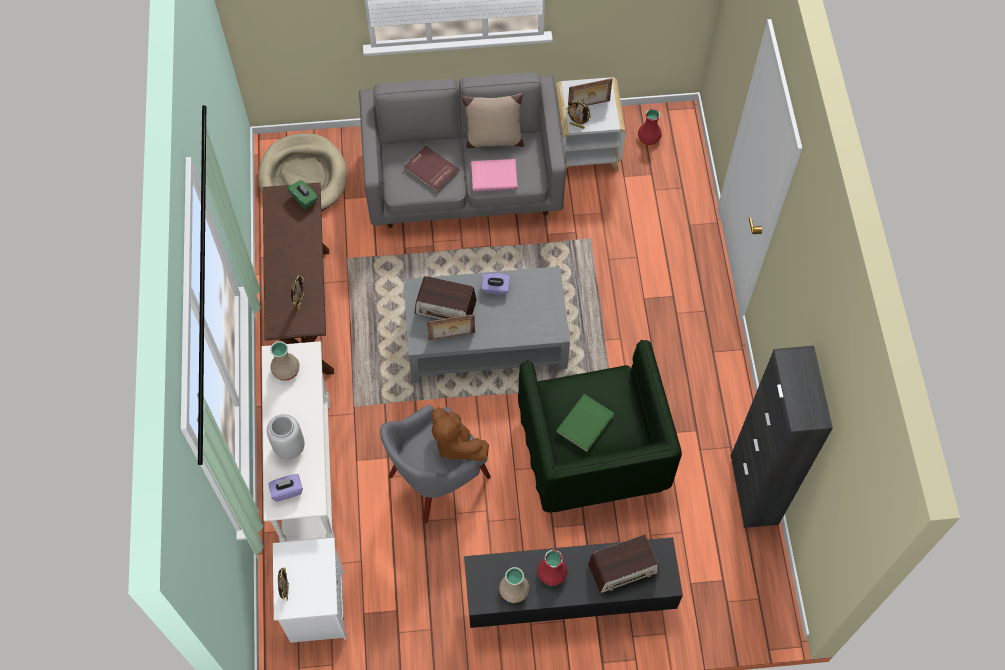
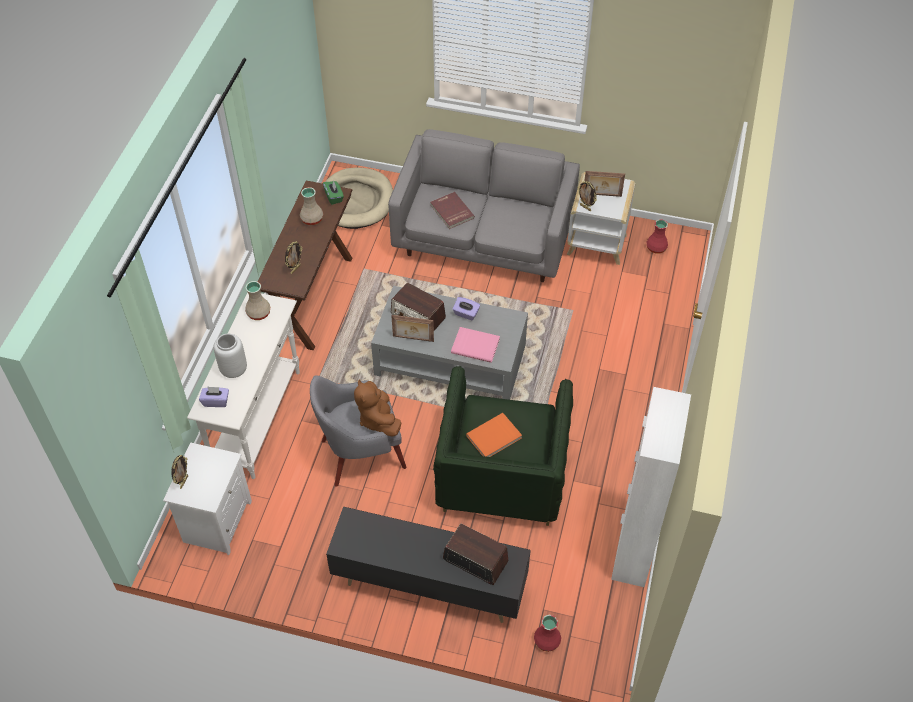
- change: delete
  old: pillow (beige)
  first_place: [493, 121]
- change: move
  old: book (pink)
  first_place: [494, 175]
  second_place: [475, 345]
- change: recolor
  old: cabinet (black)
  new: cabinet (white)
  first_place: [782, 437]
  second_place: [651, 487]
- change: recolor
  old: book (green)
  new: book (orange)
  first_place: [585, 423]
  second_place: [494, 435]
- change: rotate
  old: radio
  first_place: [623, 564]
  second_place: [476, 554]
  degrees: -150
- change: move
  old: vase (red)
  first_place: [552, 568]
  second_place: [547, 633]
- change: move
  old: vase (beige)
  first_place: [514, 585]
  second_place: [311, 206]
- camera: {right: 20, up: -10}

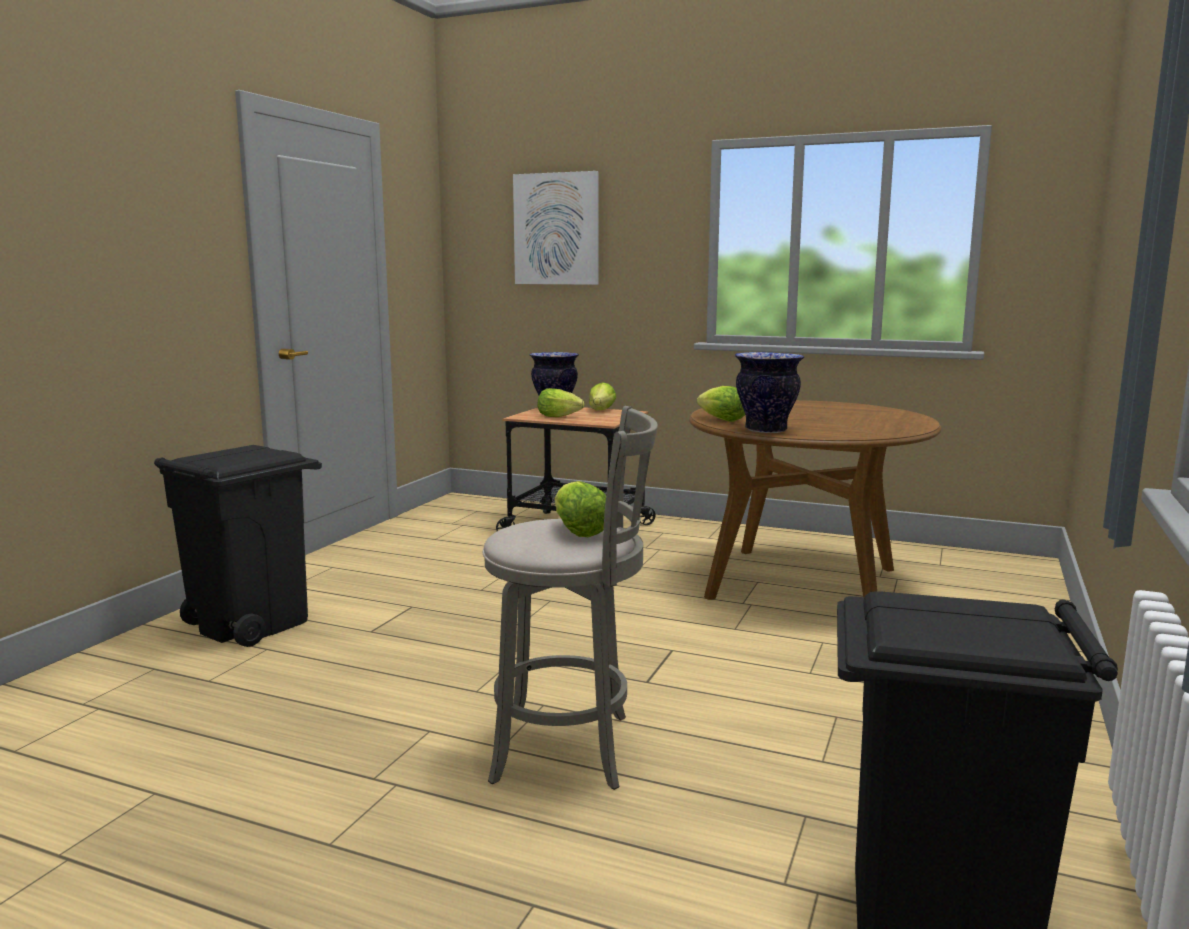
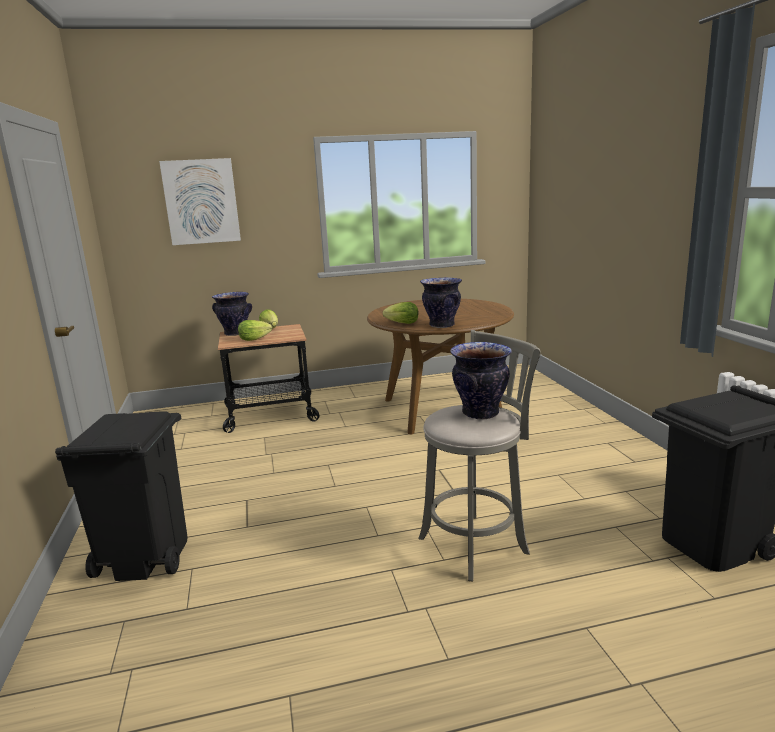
- change: replace
  old: lettuce
  new: vase
  first_place: [580, 509]
  second_place: [481, 380]
- camera: {right: -35, up: 5}

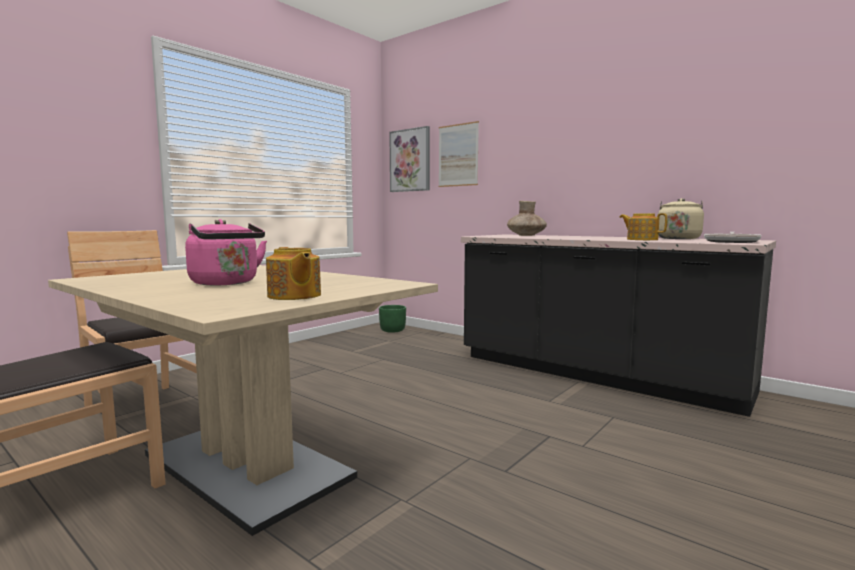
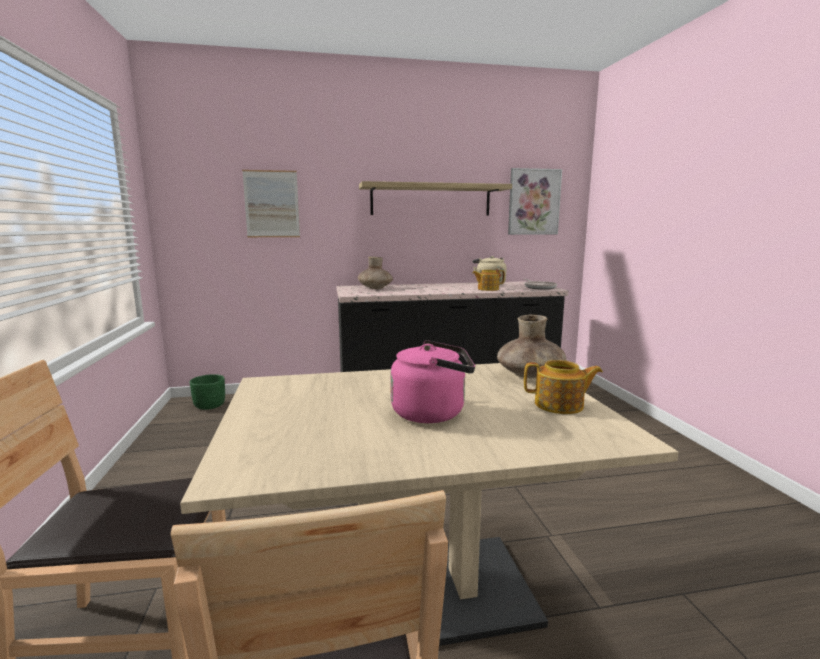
- change: move
  old: picture
  first_place: [409, 159]
  second_place: [535, 201]
- change: insert
  new: shelf
  second_place: [435, 198]
- change: insert
  new: vase (brown)
  second_place: [531, 347]
- camera: {right: -50, up: 5}

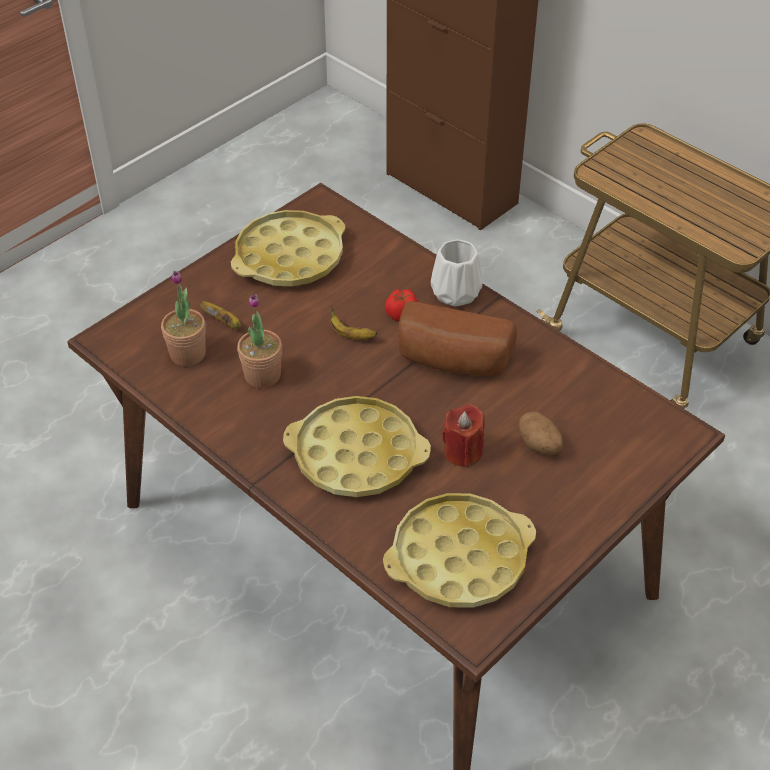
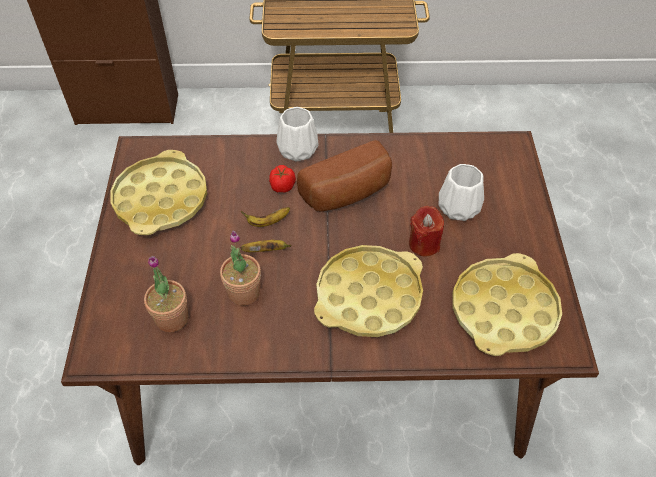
- change: move
  old: banana
  first_place: [220, 315]
  second_place: [266, 246]
- change: replace
  old: potato
  new: vase (white)
  first_place: [541, 433]
  second_place: [461, 192]
- camera: {right: -45, up: 5}

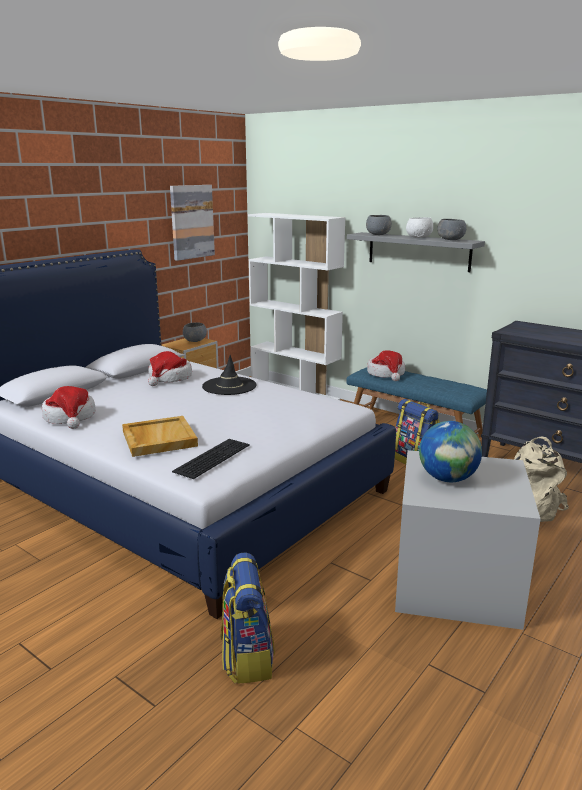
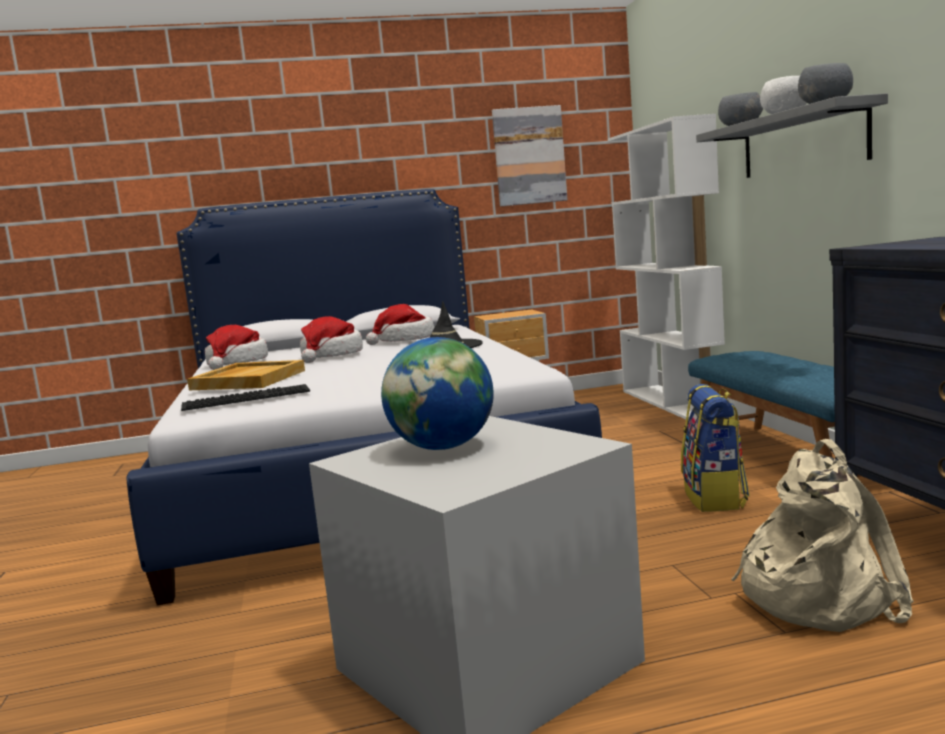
- change: delete
  old: bowl (grey)
  first_place: [195, 332]
- change: move
  old: hat
  first_place: [386, 365]
  second_place: [331, 339]
- change: delete
  old: backpack
  first_place: [248, 618]
- camera: {right: 40, up: -10}

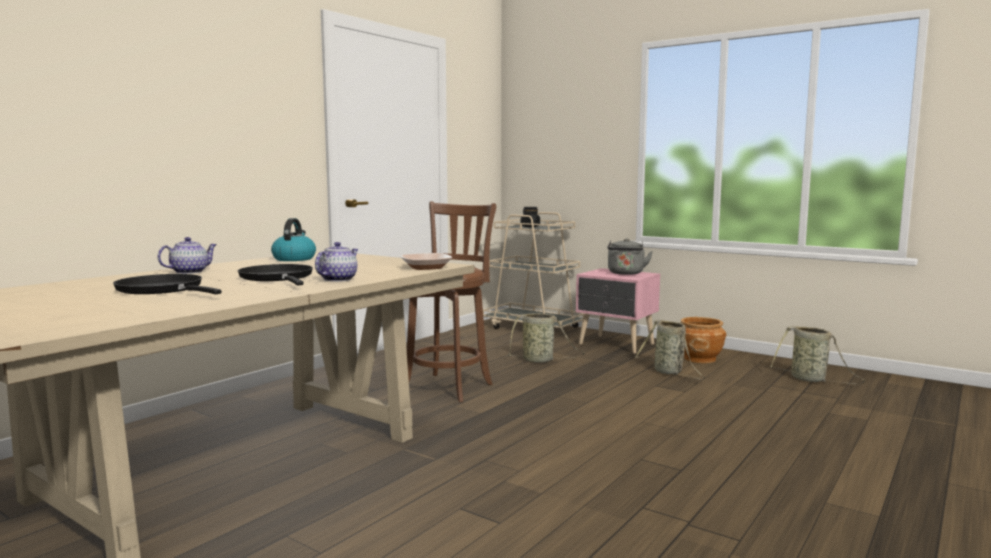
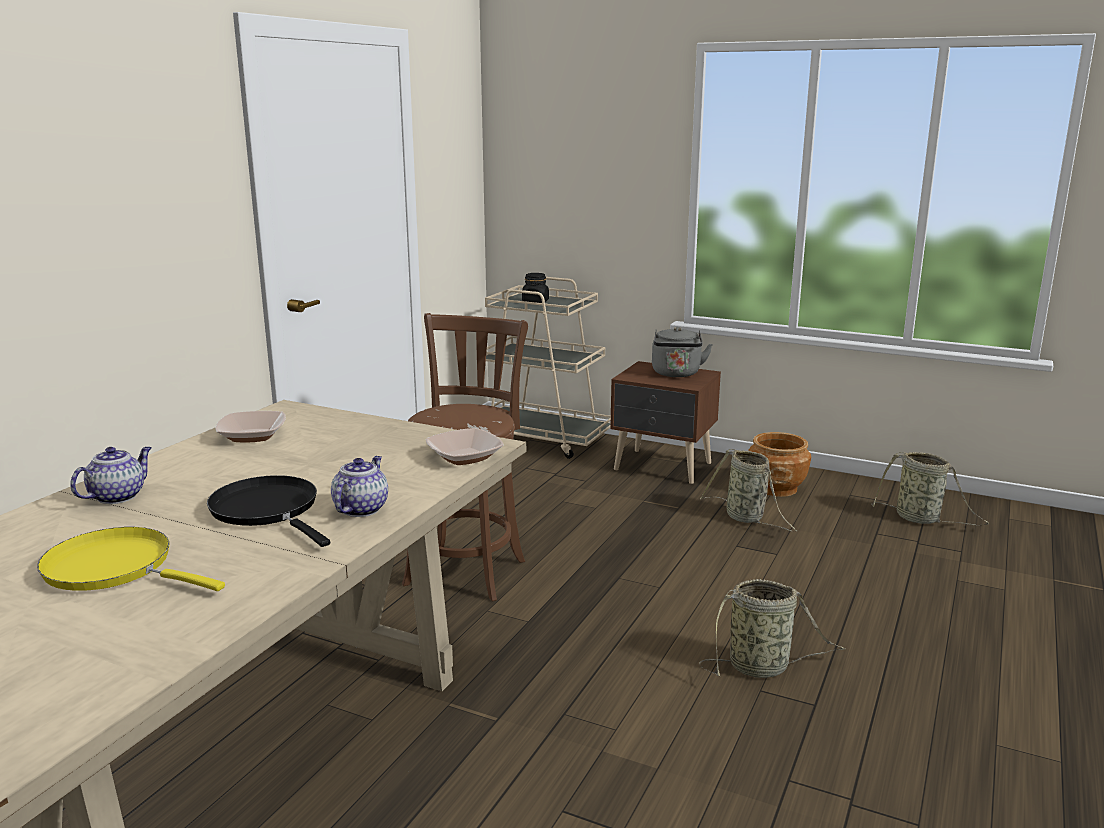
- change: replace
  old: kettle
  new: bowl
  first_place: [293, 239]
  second_place: [250, 427]
- change: recolor
  old: nightstand (pink)
  new: nightstand (brown)
  first_place: [618, 311]
  second_place: [665, 422]
- change: recolor
  old: frying pan (black)
  new: frying pan (yellow)
  first_place: [167, 284]
  second_place: [131, 559]
- change: move
  old: basket
  first_place: [546, 338]
  second_place: [772, 628]
- camera: {right: -10, up: 10}

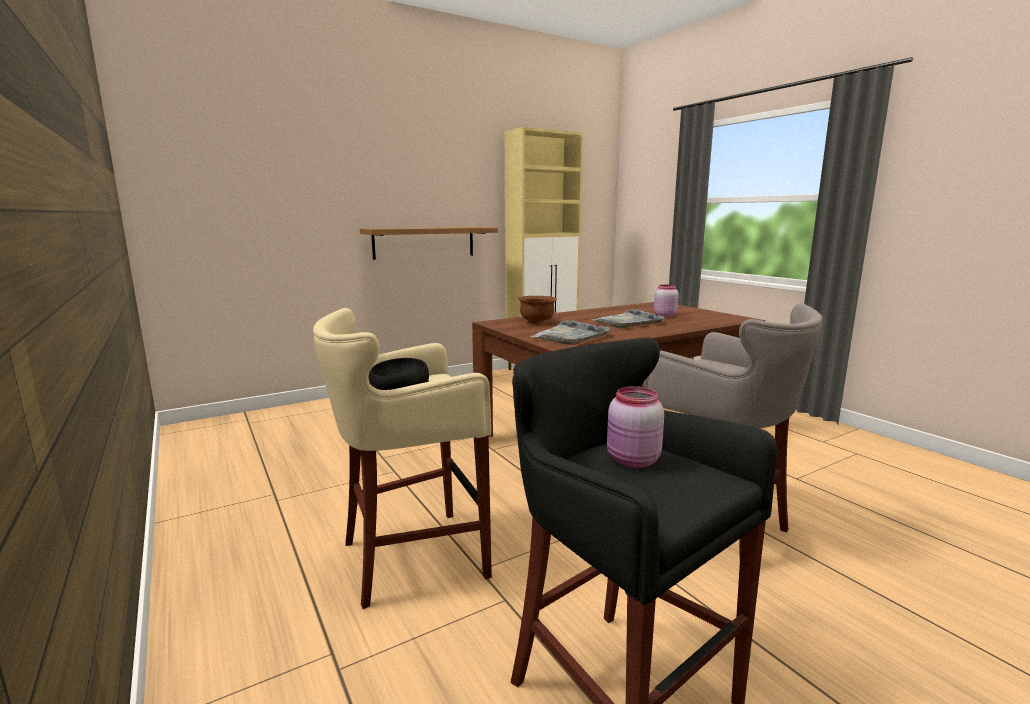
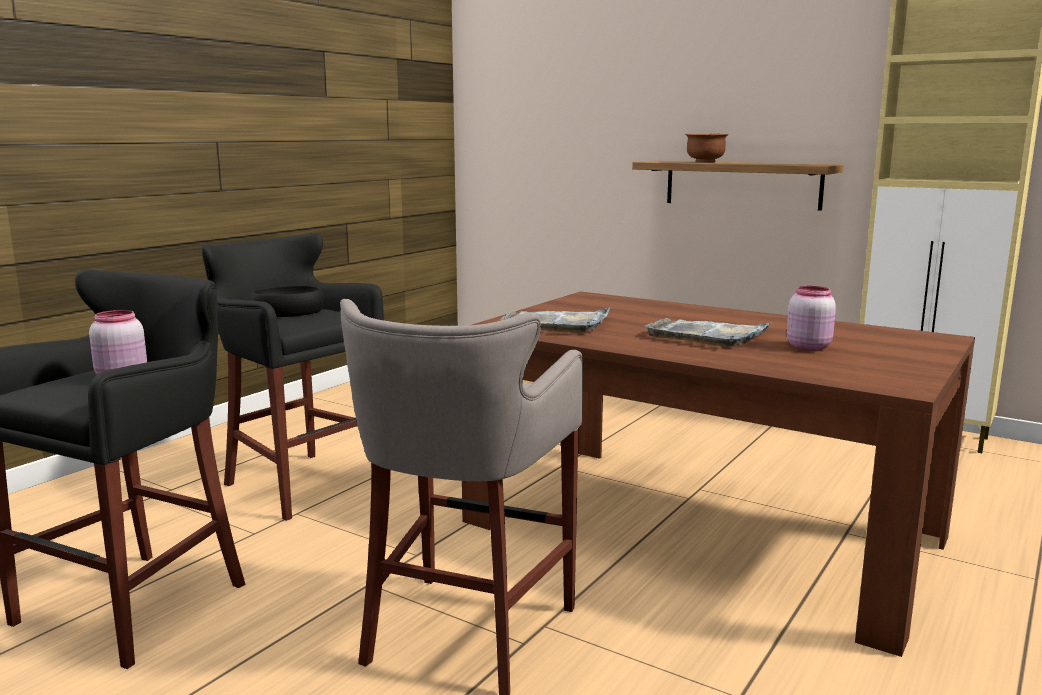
- change: move
  old: bowl (brown)
  first_place: [537, 310]
  second_place: [707, 148]
- change: recolor
  old: stool (beige)
  new: stool (black)
  first_place: [402, 458]
  second_place: [292, 377]
- camera: {right: 65, up: 0}

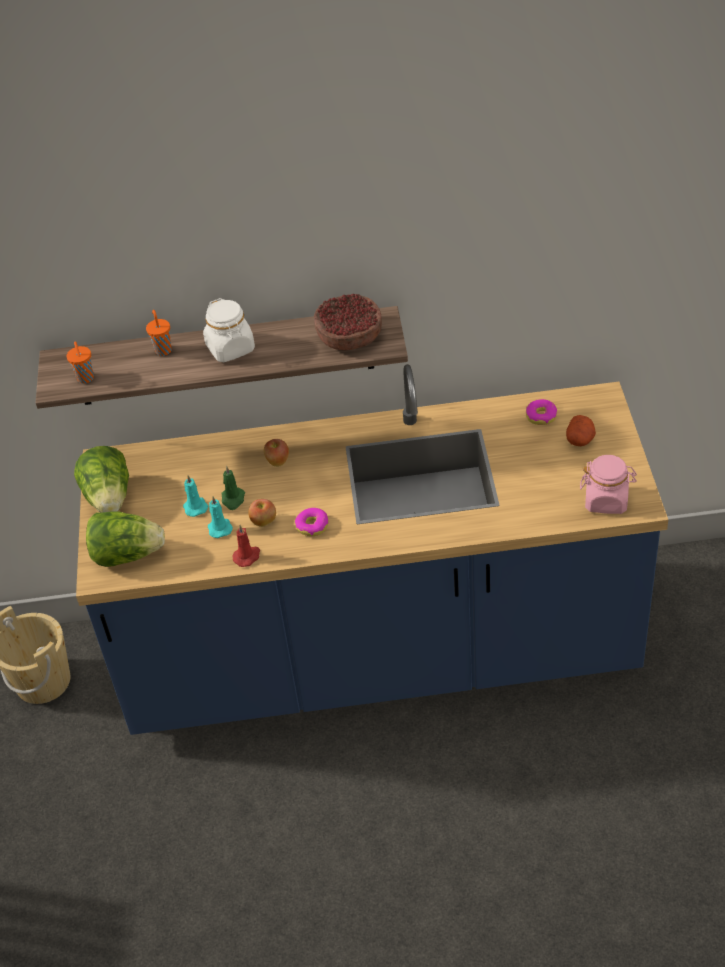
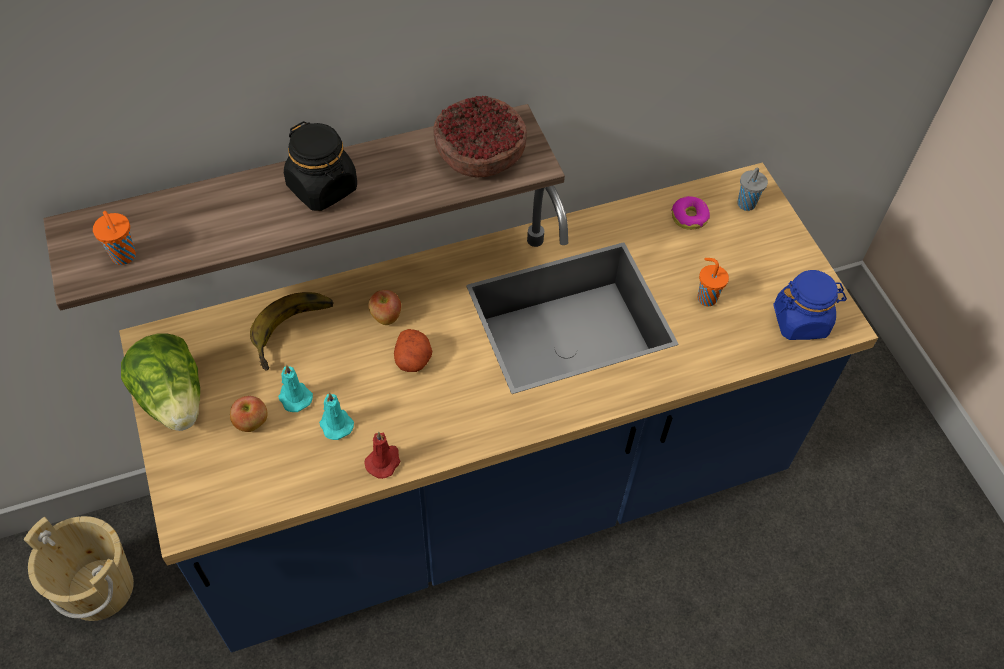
- change: recolor
  old: jar (white)
  new: jar (black)
  first_place: [229, 330]
  second_place: [320, 166]
- change: move
  old: cup (orange)
  first_place: [159, 333]
  second_place: [713, 282]
- change: move
  old: potato
  first_place: [581, 430]
  second_place: [413, 350]
- change: recolor
  old: jar (pink)
  new: jar (blue)
  first_place: [608, 484]
  second_place: [810, 305]
- change: delete
  old: candle (green)
  first_place: [233, 488]
- change: move
  old: apple
  first_place: [262, 513]
  second_place: [248, 414]
- change: delete
  old: donut
  first_place: [311, 522]
- change: delete
  old: lettuce
  first_place: [125, 539]
- change: insert
  new: cup (grey)
  second_place: [752, 189]
- change: insert
  new: banana
  second_place: [292, 331]
- camera: {right: -20, up: 10}

